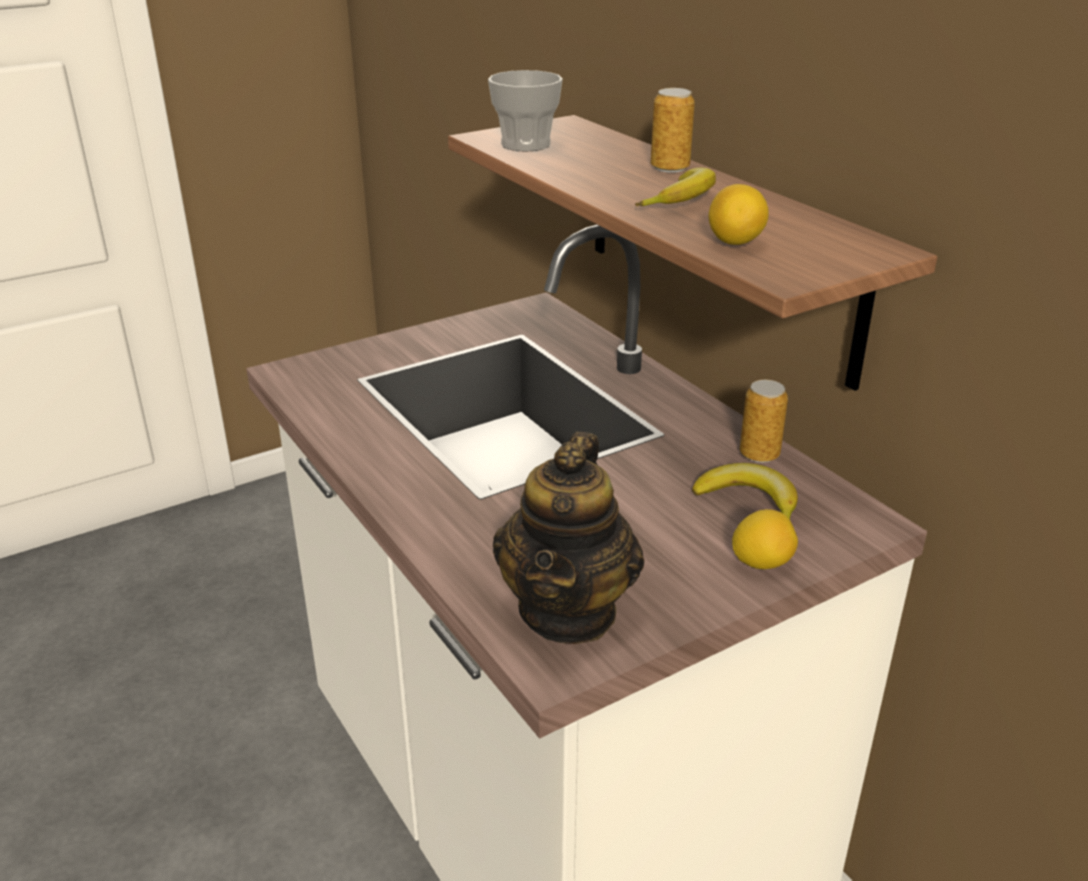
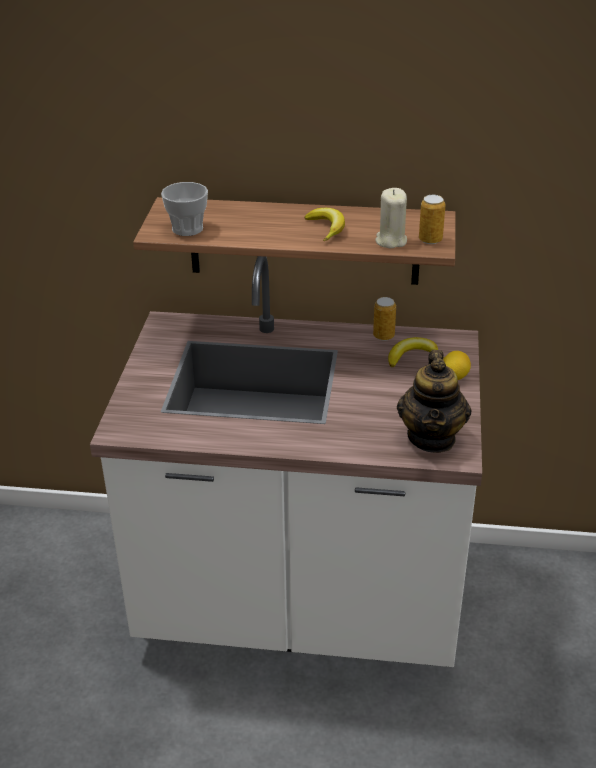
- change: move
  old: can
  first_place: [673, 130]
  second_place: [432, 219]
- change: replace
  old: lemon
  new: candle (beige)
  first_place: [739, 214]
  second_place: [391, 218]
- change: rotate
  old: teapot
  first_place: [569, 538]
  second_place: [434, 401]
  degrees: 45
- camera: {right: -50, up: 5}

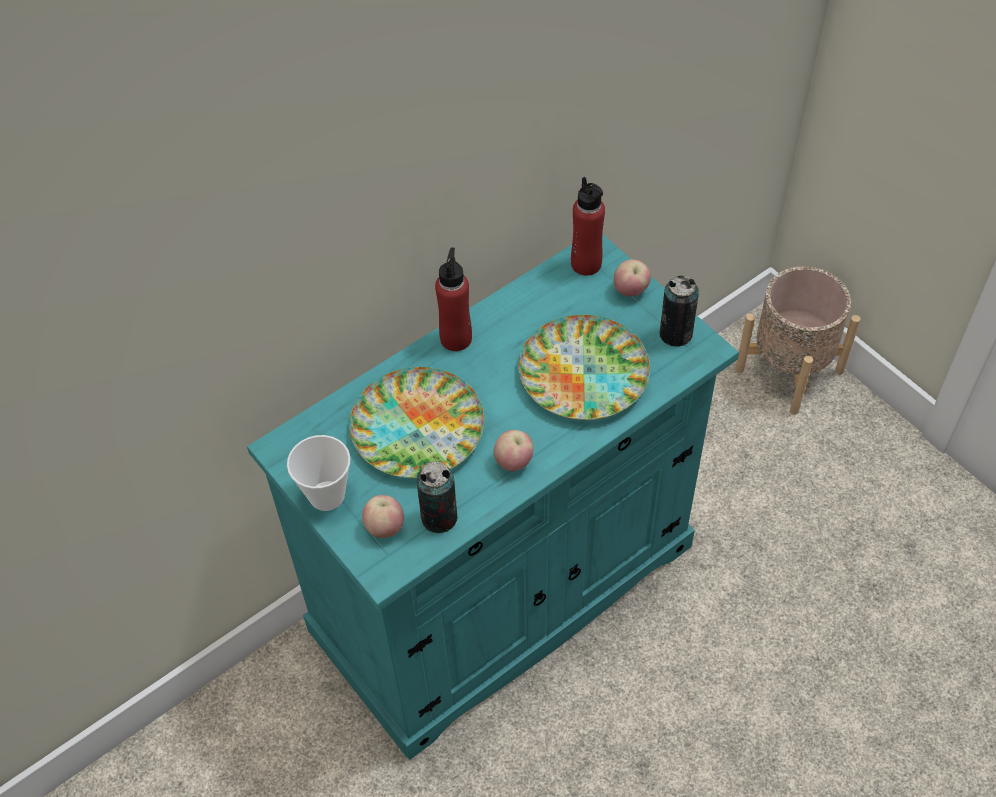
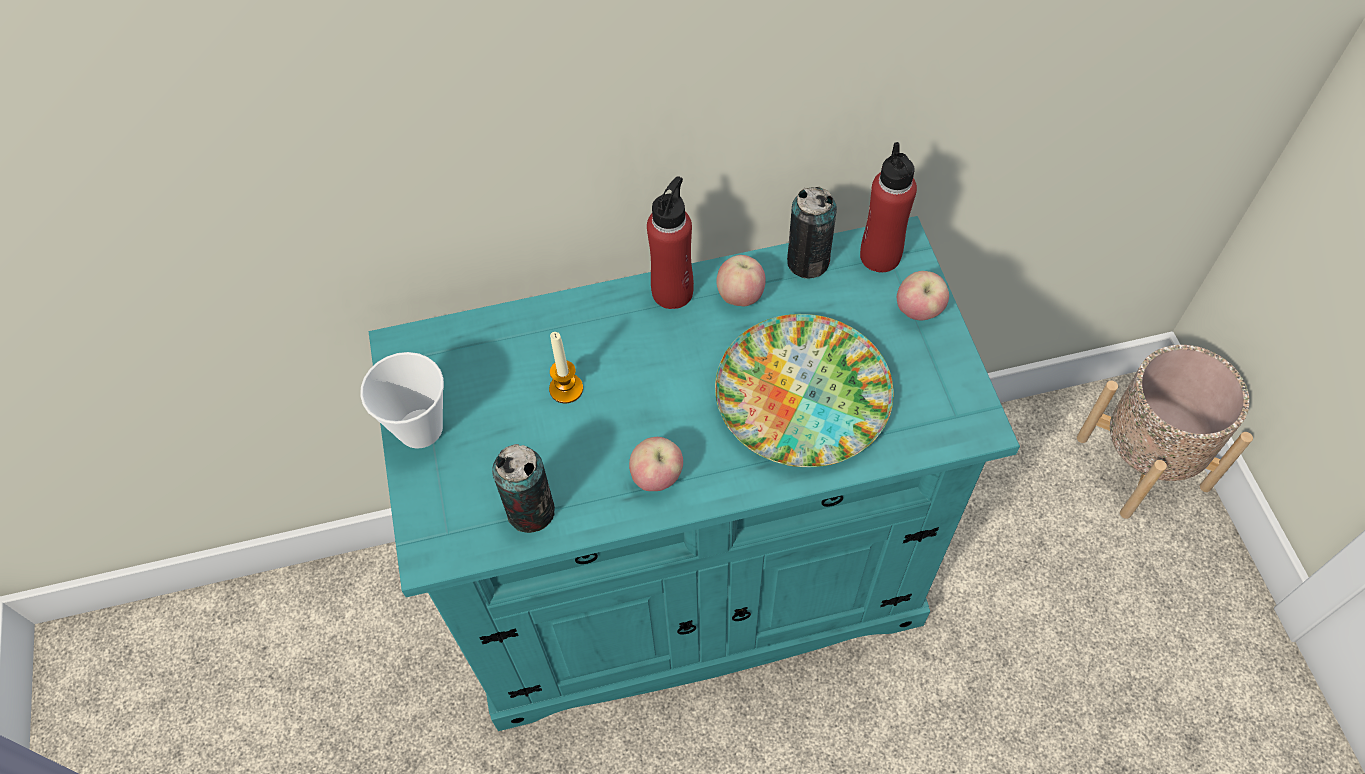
- change: move
  old: can
  first_place: [679, 311]
  second_place: [812, 232]
- change: replace
  old: plate
  new: candle
  first_place: [416, 422]
  second_place: [566, 368]
- change: move
  old: apple
  first_place: [383, 516]
  second_place: [741, 280]
- camera: {right: 25, up: 5}

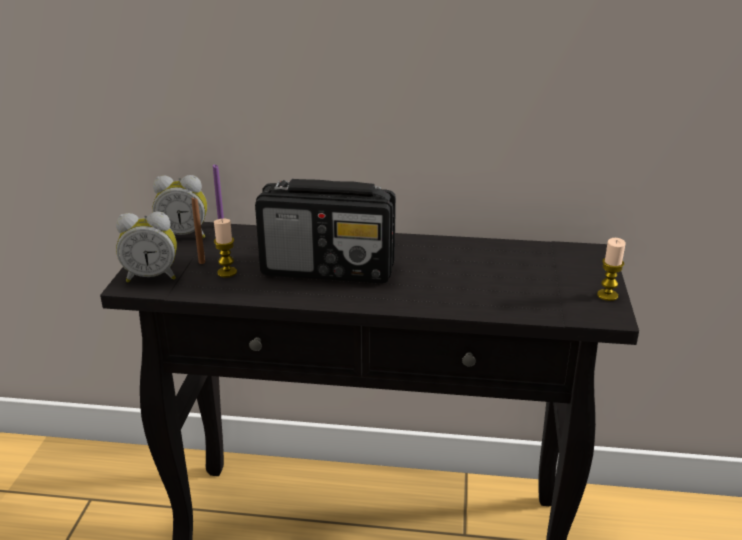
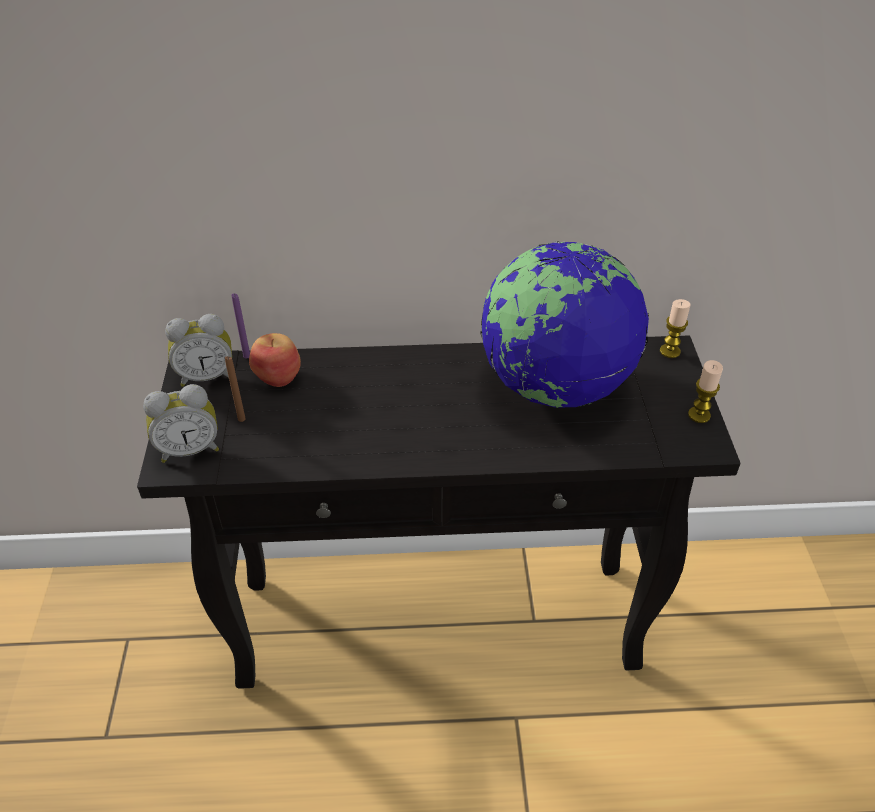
- change: delete
  old: radio
  first_place: [325, 231]
- change: move
  old: candle
  first_place: [225, 248]
  second_place: [675, 328]
- change: insert
  new: globe
  second_place: [564, 324]
- change: insert
  new: apple
  second_place: [275, 360]
- camera: {right: -10, up: 15}

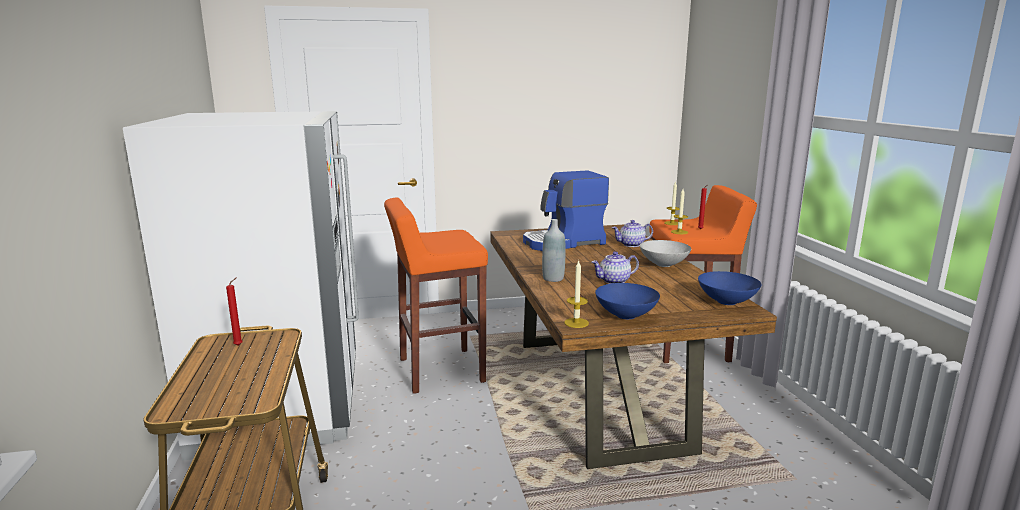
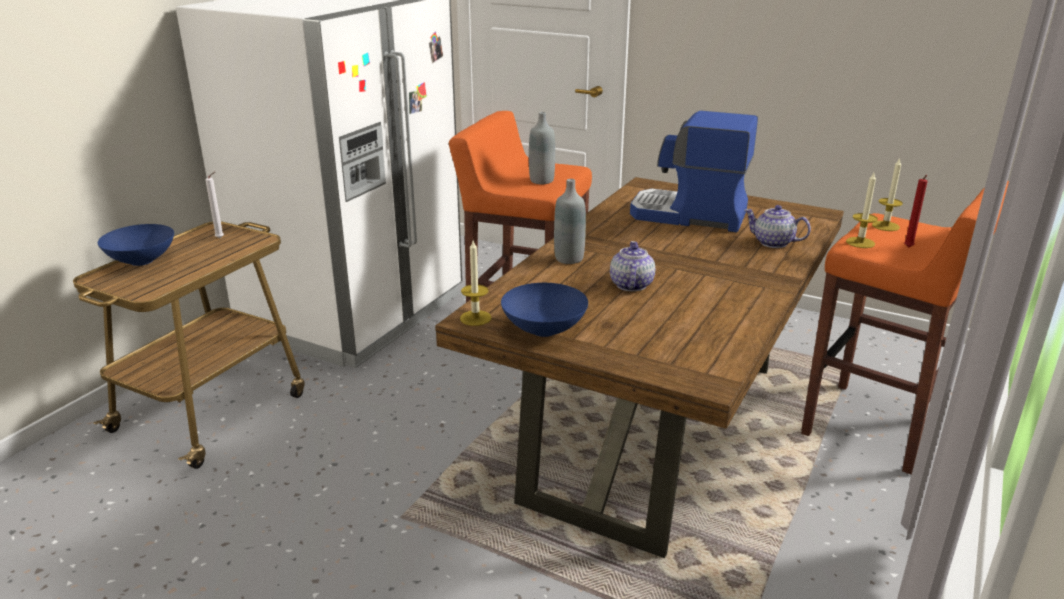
- change: delete
  old: bowl (grey)
  first_place: [665, 253]
- change: rotate
  old: teapot
  first_place: [615, 267]
  second_place: [632, 266]
  degrees: 75
- change: move
  old: bowl (blue)
  first_place: [730, 288]
  second_place: [136, 245]
- change: recolor
  old: candle (red)
  new: candle (white)
  first_place: [234, 311]
  second_place: [214, 205]
- change: insert
  new: bottle (grey)
  second_place: [542, 148]
- camera: {right: 40, up: 10}

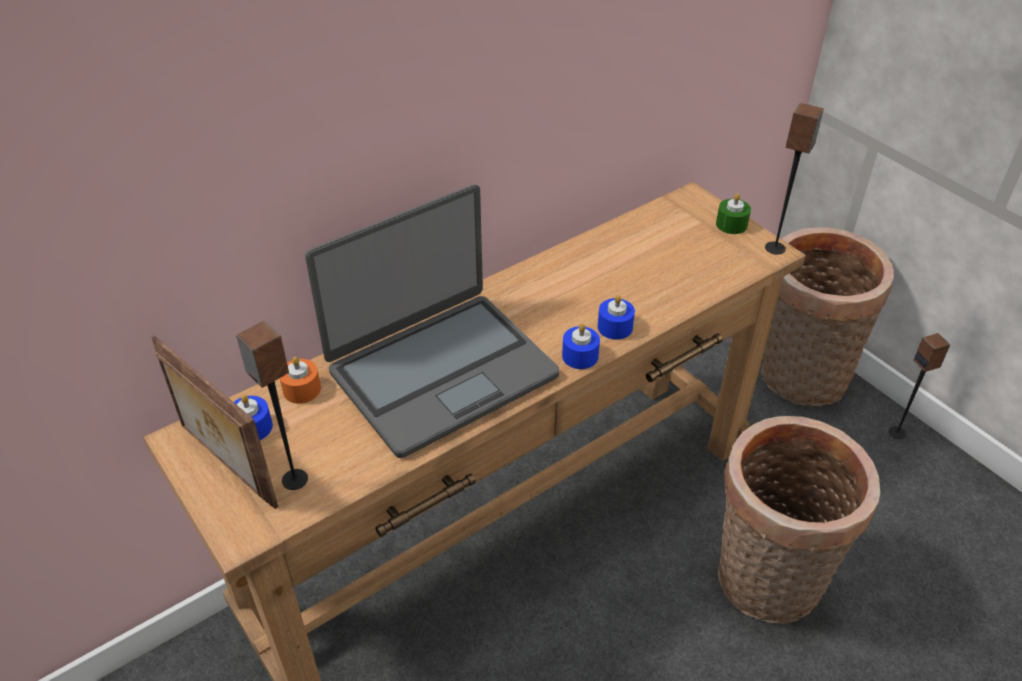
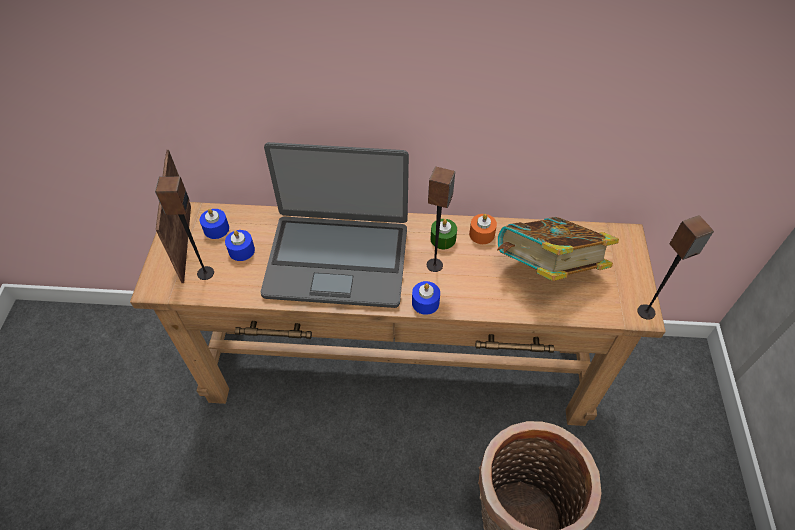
- change: move
  old: candle (green)
  first_place: [733, 213]
  second_place: [443, 234]
- change: delete
  old: basket
  first_place: [827, 316]
- change: move
  old: candle (blue)
  first_place: [616, 317]
  second_place: [240, 245]
- change: move
  old: speaker
  first_place: [919, 386]
  second_place: [441, 219]
- change: move
  old: candle (orange)
  first_place: [300, 380]
  second_place: [483, 229]
- change: insert
  new: book
  second_place: [558, 249]
- camera: {right: 40, up: 10}

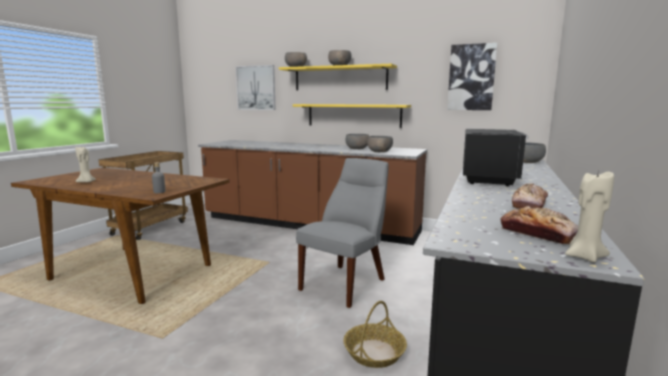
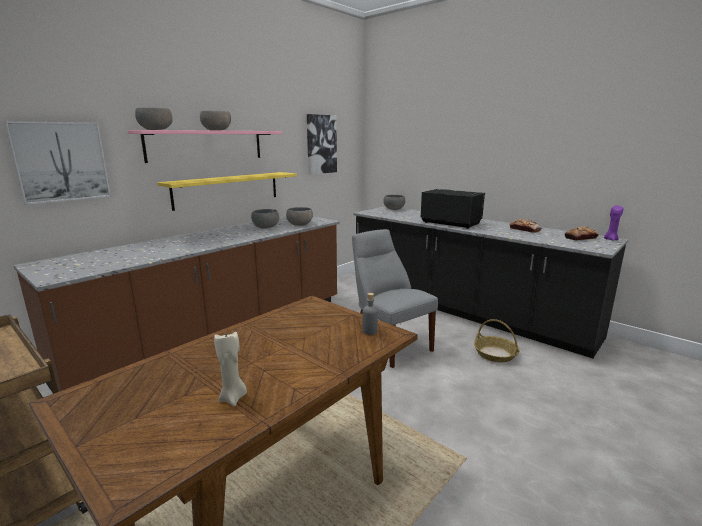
- change: recolor
  old: shelf (yellow)
  new: shelf (pink)
  first_place: [338, 77]
  second_place: [204, 146]
- change: recolor
  old: candle (beige)
  new: candle (purple)
  first_place: [589, 216]
  second_place: [614, 222]
- camera: {right: -70, up: 5}

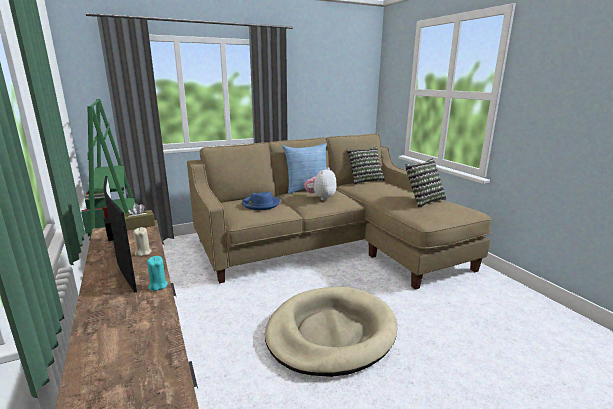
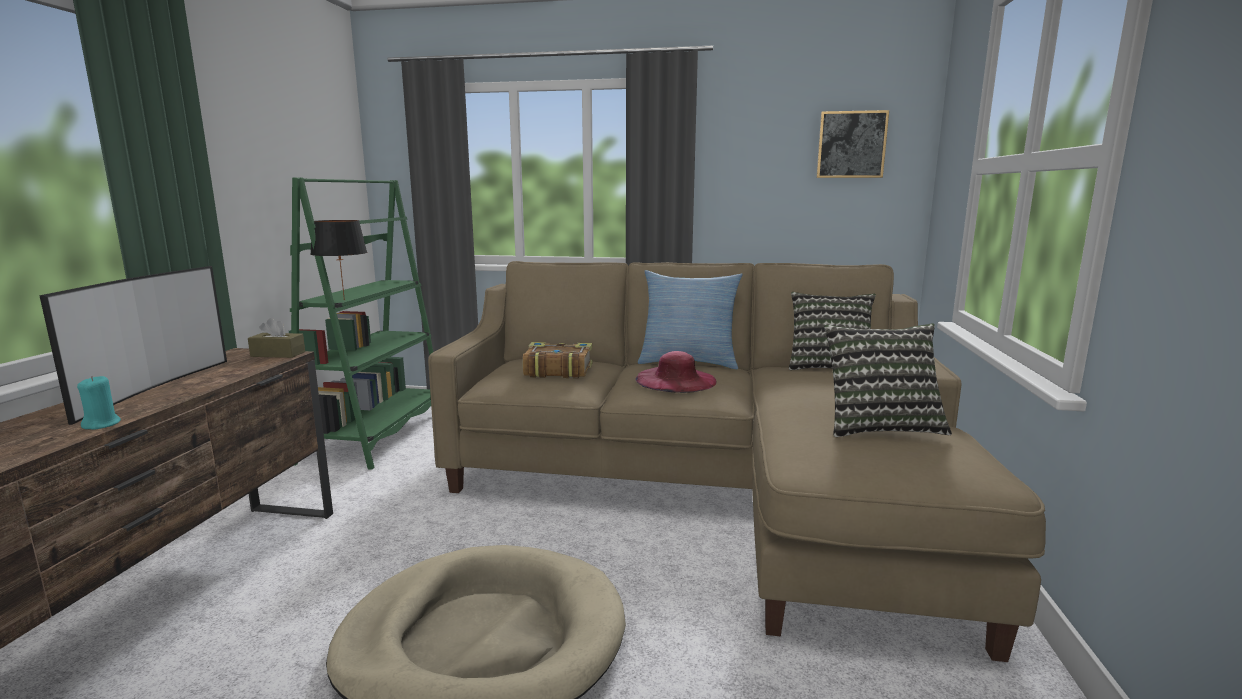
- change: replace
  old: plush toy
  new: hat (pink)
  first_place: [320, 184]
  second_place: [676, 372]
- change: replace
  old: hat (blue)
  new: book
  first_place: [261, 200]
  second_place: [557, 360]
- change: delete
  old: candle (beige)
  first_place: [142, 241]
- change: insert
  new: picture
  second_place: [852, 144]
- change: insert
  new: table lamp (black)
  second_place: [338, 260]
- camera: {right: 35, up: -5}

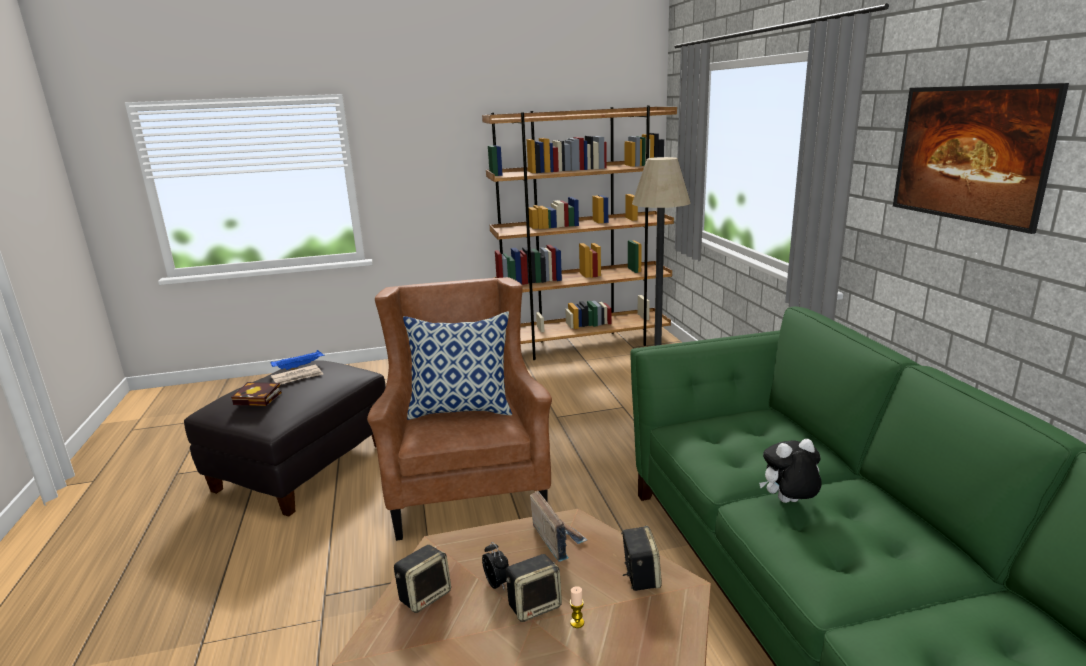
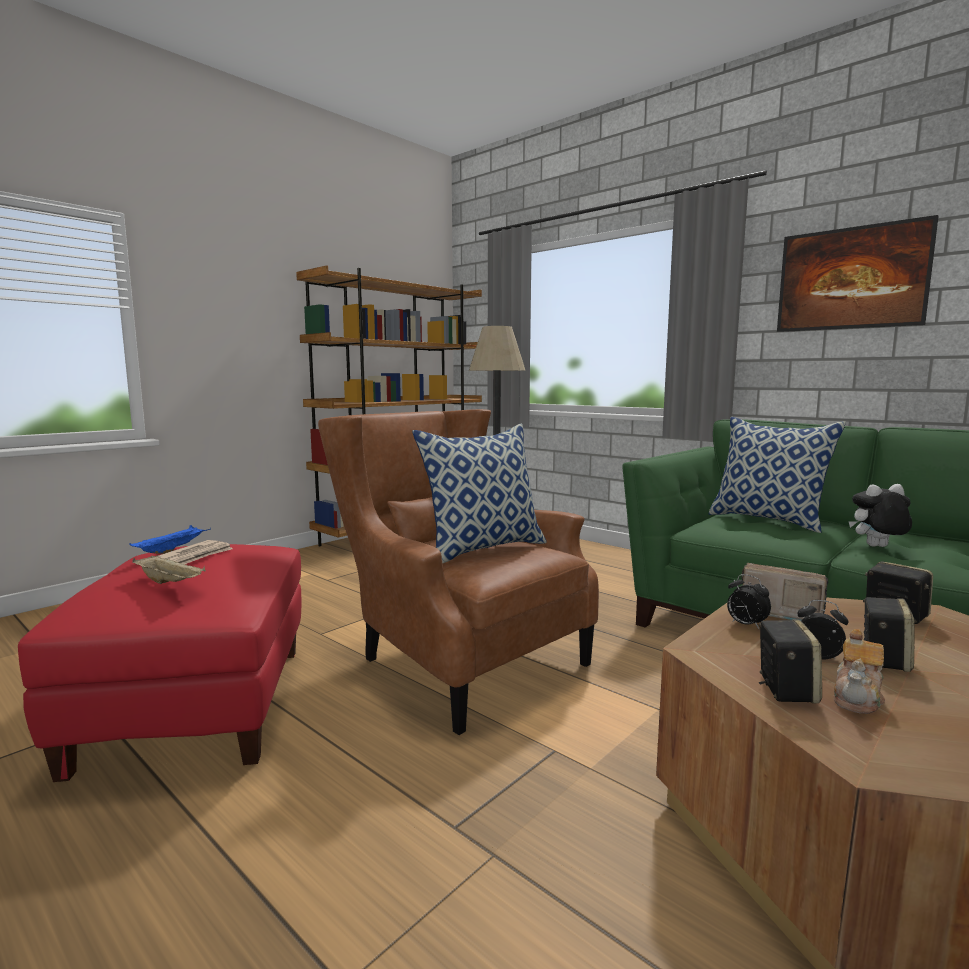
- change: recolor
  old: ottoman (black)
  new: ottoman (red)
  first_place: [285, 438]
  second_place: [159, 663]
- change: replace
  old: book
  new: tray (beige)
  first_place: [256, 394]
  second_place: [169, 569]
- change: rotate
  old: plush toy
  first_place: [790, 471]
  second_place: [880, 515]
  degrees: 45
- change: delete
  old: candle
  first_place: [577, 607]
- change: insert
  new: pillow
  second_place: [777, 475]
- change: insert
  new: alarm clock
  second_place: [749, 602]
- change: insert
  new: teapot
  second_place: [859, 671]
- camera: {right: -35, up: -10}

